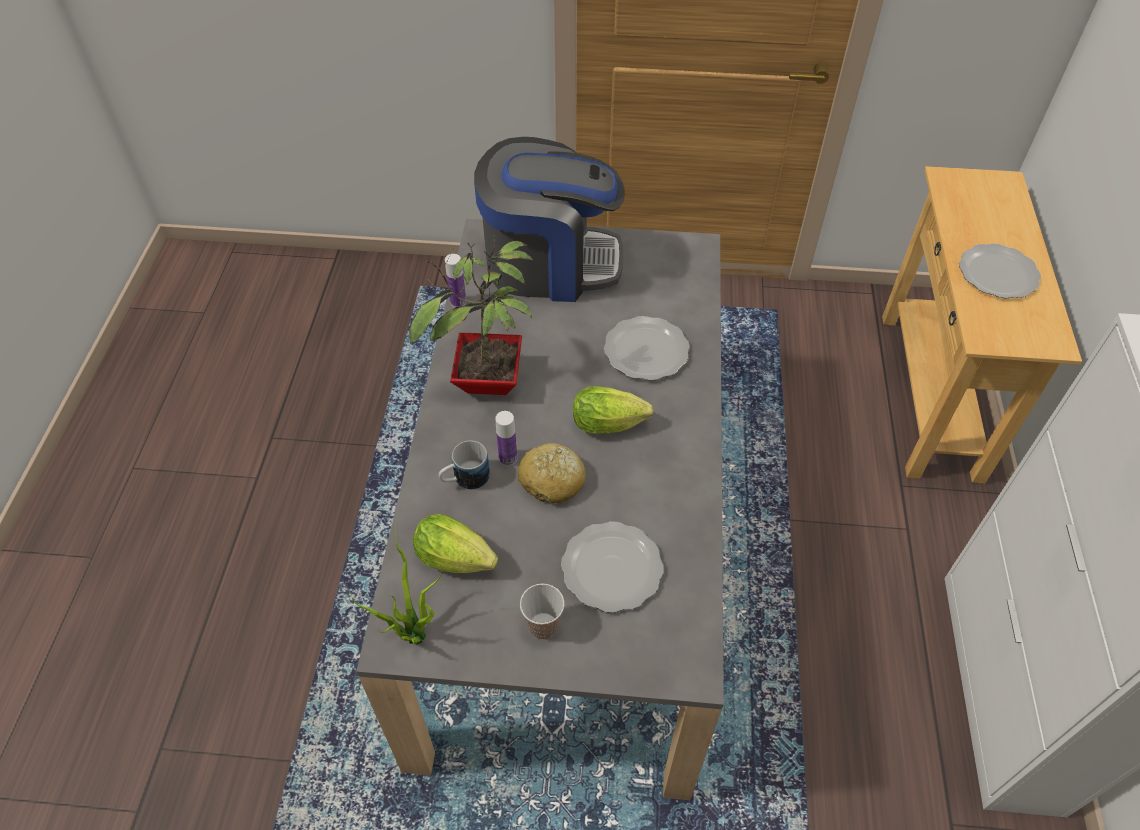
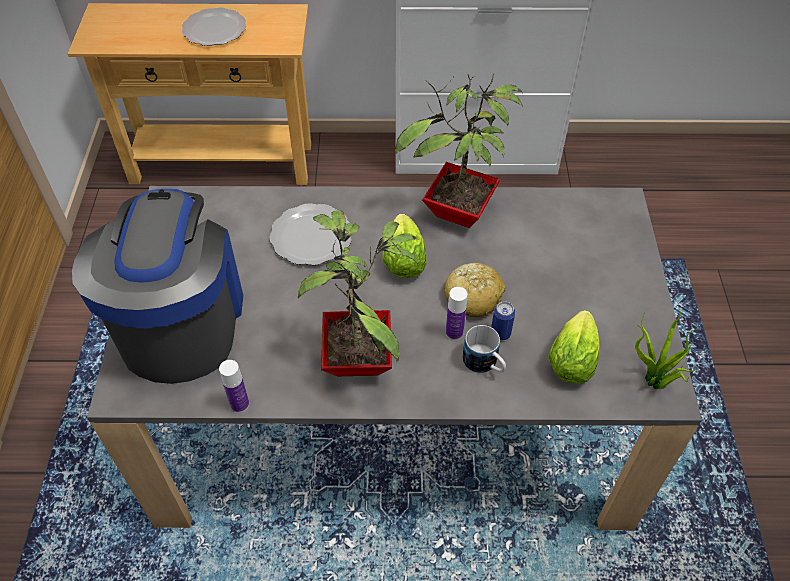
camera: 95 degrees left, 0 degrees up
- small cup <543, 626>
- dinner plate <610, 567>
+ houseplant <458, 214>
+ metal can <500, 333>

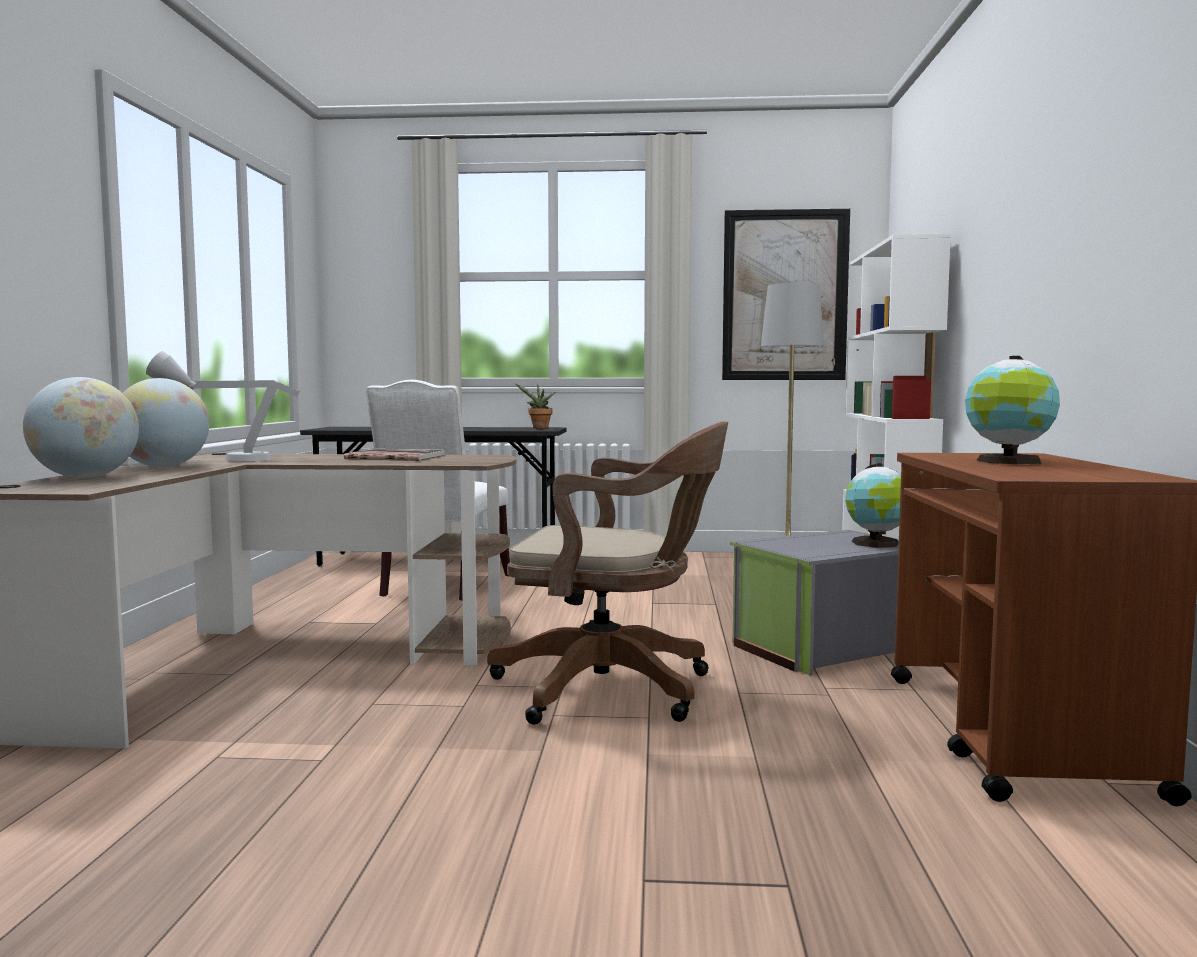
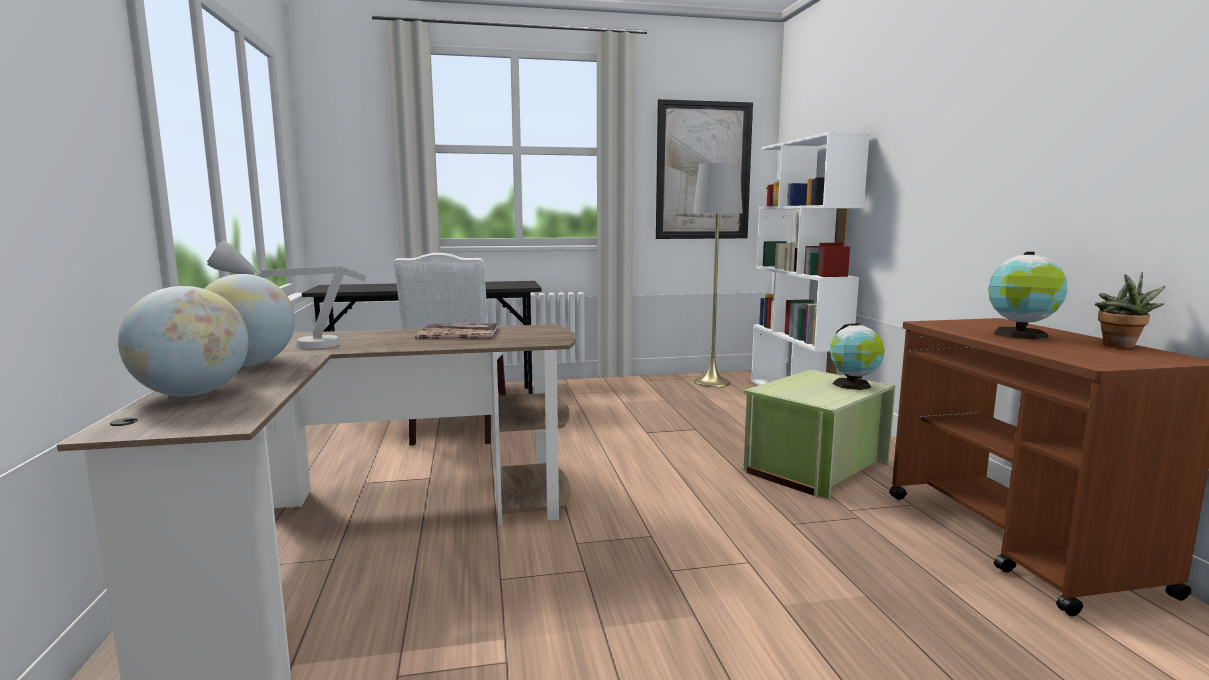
camera: 15 degrees left, 5 degrees up
- office chair (brownish) <614, 689>
~ houseplant <539, 428> to <1121, 346>
~ storage box (grey) <826, 647> to storage box (greenish) <814, 467>

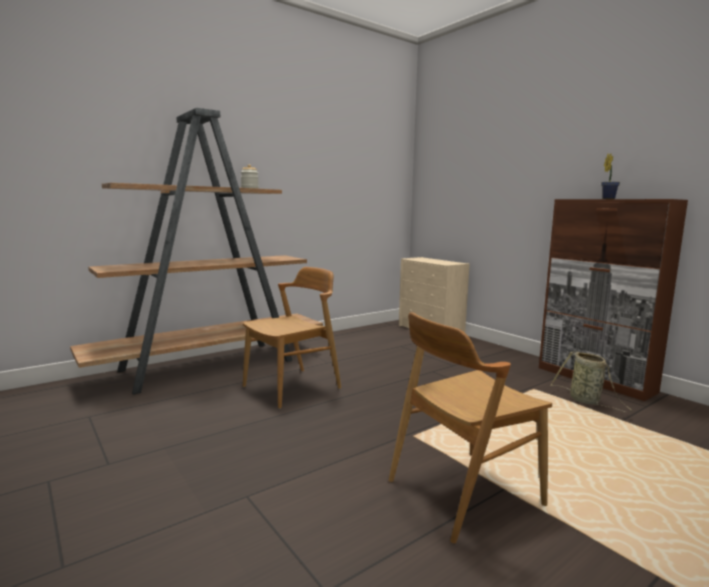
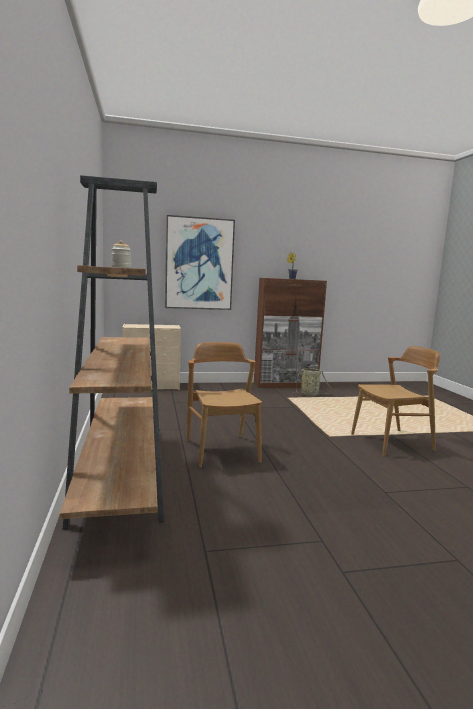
camera: 65 degrees left, 0 degrees up
~ plain chair (brownish) <463, 492> = <392, 442> 105 degrees counterclockwise
+ wall art <199, 264>

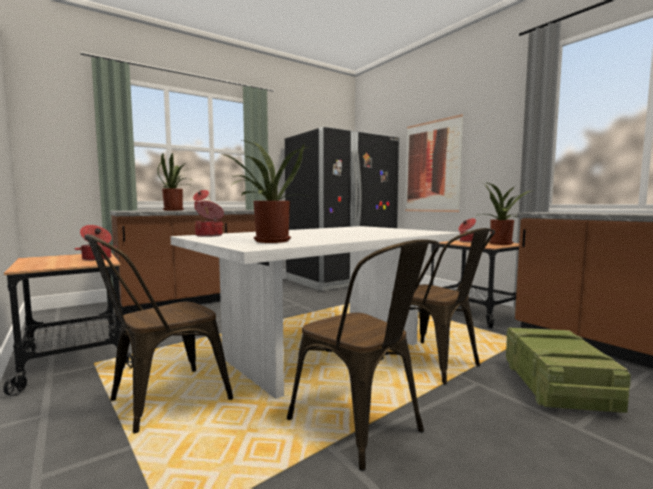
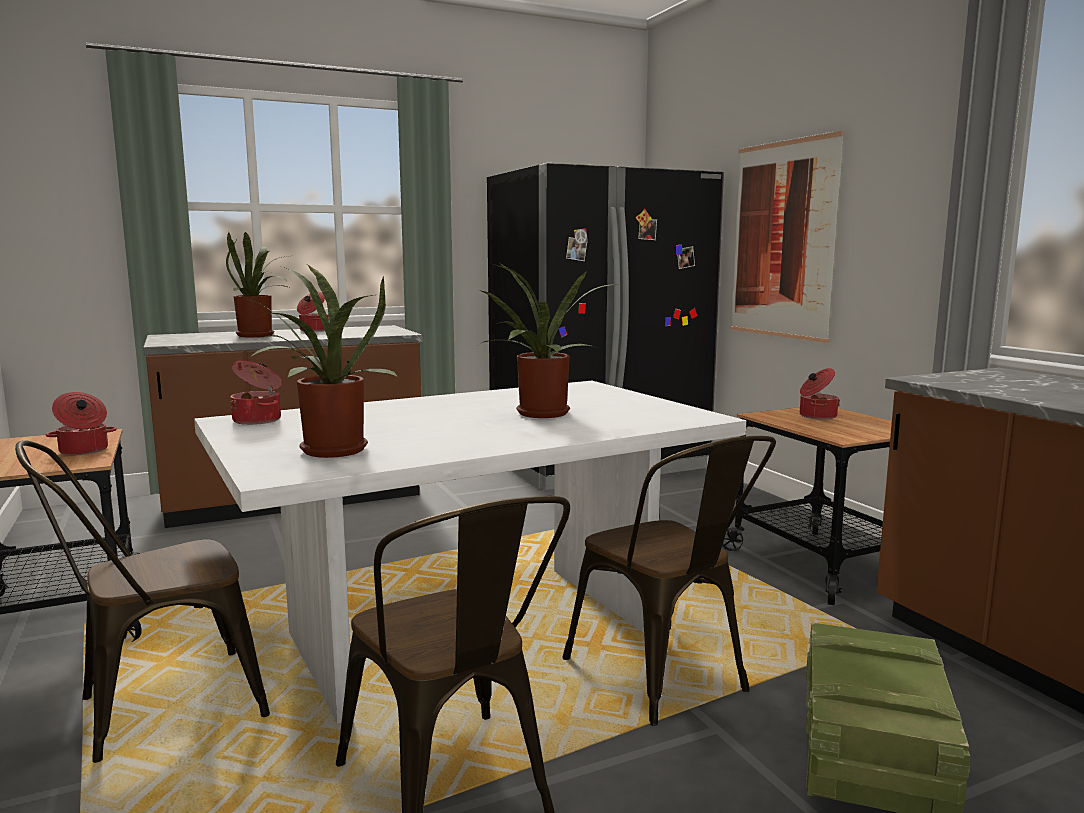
camera: 10 degrees right, 5 degrees up
~ houseplant <502, 244> to <541, 415>

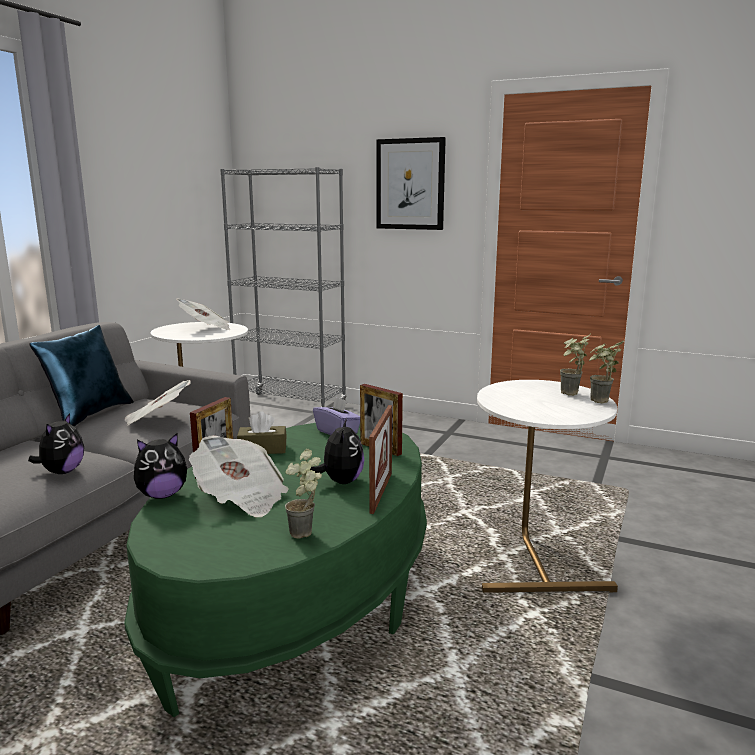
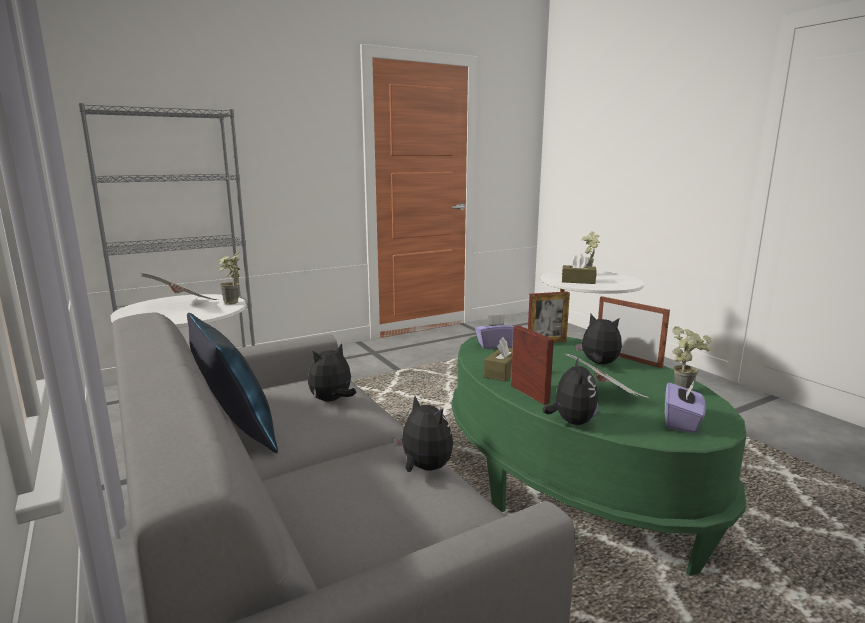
camera: 55 degrees left, 0 degrees up
~ daily paper <157, 420> to soft toy <332, 400>
- wall art <410, 184>
~ houseplant <599, 402> to <232, 303>
+ tissue holder (brownish) <578, 281>
+ tissue holder (purplish) <682, 422>

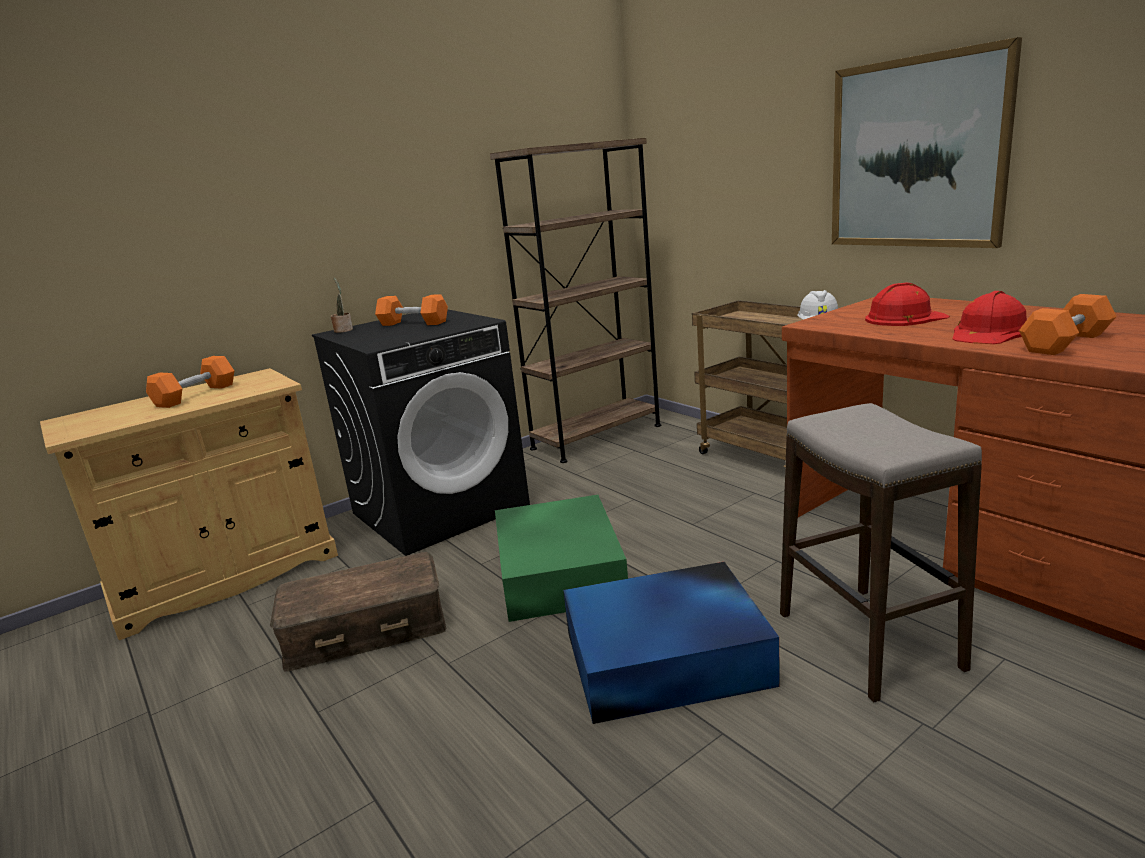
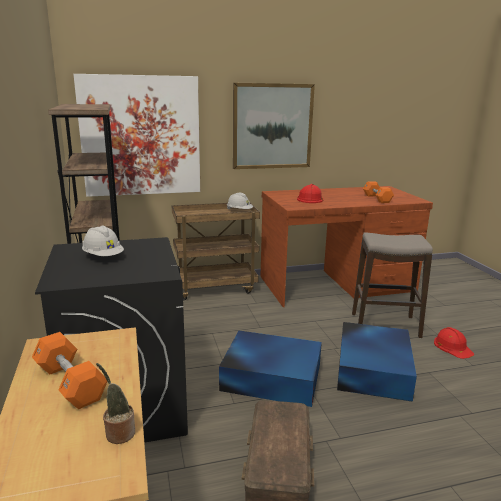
camera: 70 degrees left, 0 degrees up
~ houseplant <343, 330> to <118, 433>
~ dumbbell (orange-coloured) <413, 323> to safety helmet (white) <103, 257>
~ storage box (greenish) <560, 570> to storage box (blue-coloured) <270, 376>
~ safety helmet (reddish) <989, 332> to <453, 346>
+ wall art <141, 136>

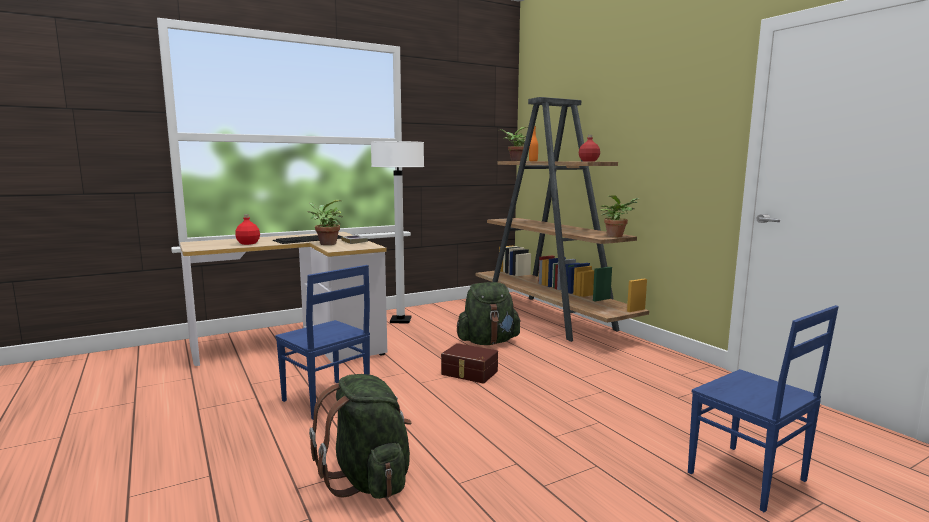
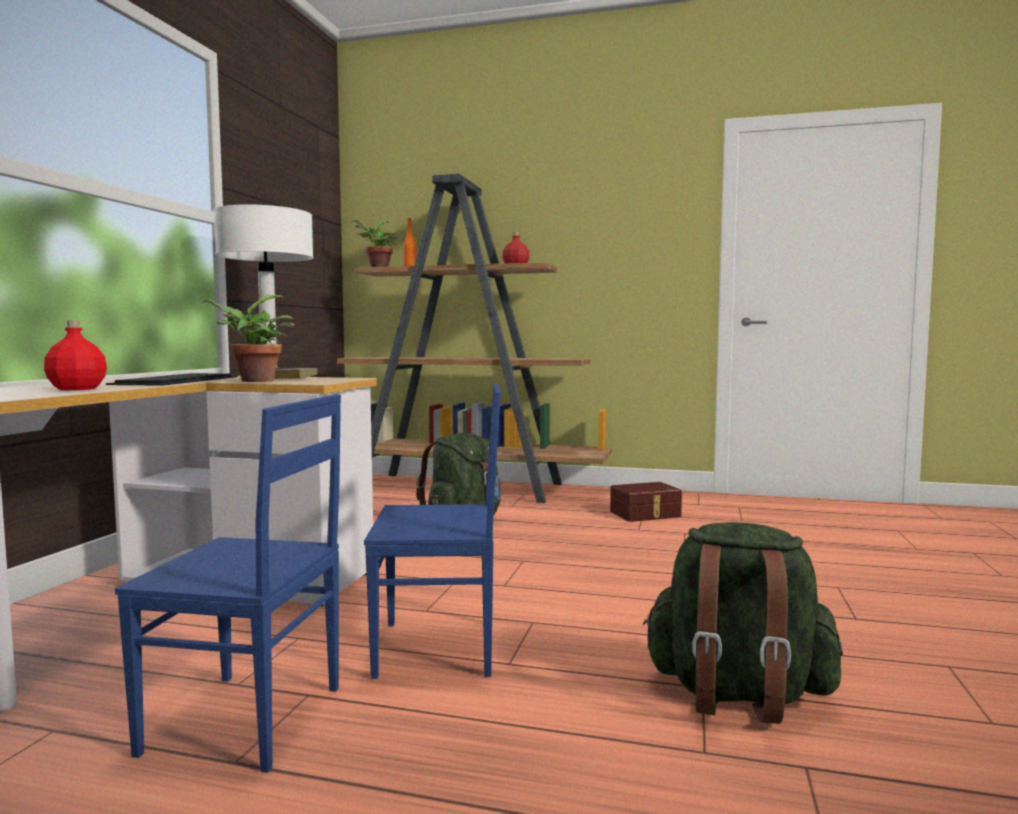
camera: 45 degrees left, 5 degrees down
~ storage box (brownish) <469, 373> to <646, 514>
- houseplant <616, 236>
~ plain chair (blue-coloured) <747, 478> to <246, 721>

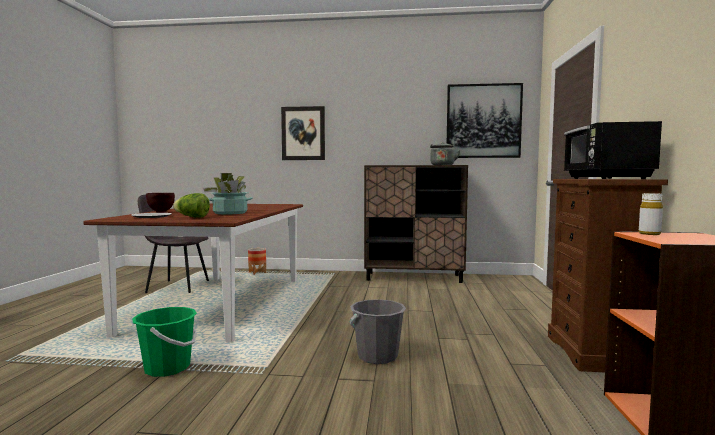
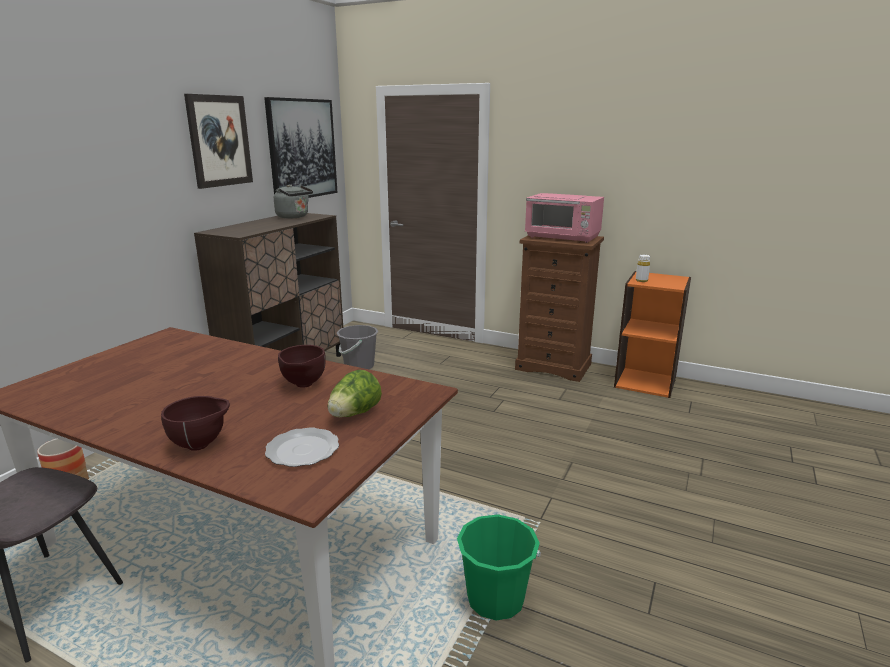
camera: 70 degrees left, 15 degrees up
~ houseplant <230, 213> to serving bowl (brownish) <303, 385>
~ wall art <303, 133> to <219, 141>
~ bucket (grey) <377, 356> to <359, 366>
~ kitchen microwave (blackish) <605, 178> to kitchen microwave (pinkish) <563, 237>

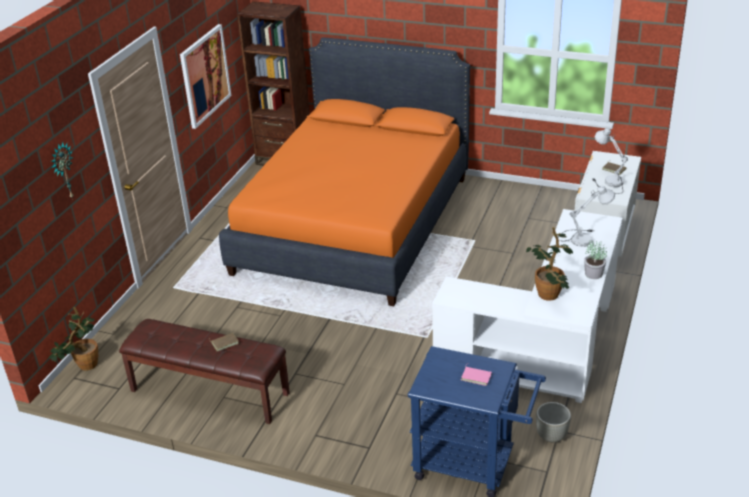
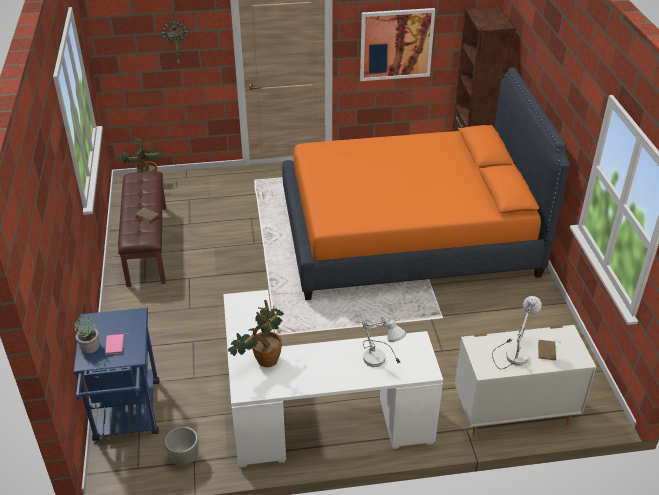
camera: 60 degrees right, 5 degrees up
~ houseplant <593, 274> to <89, 346>

